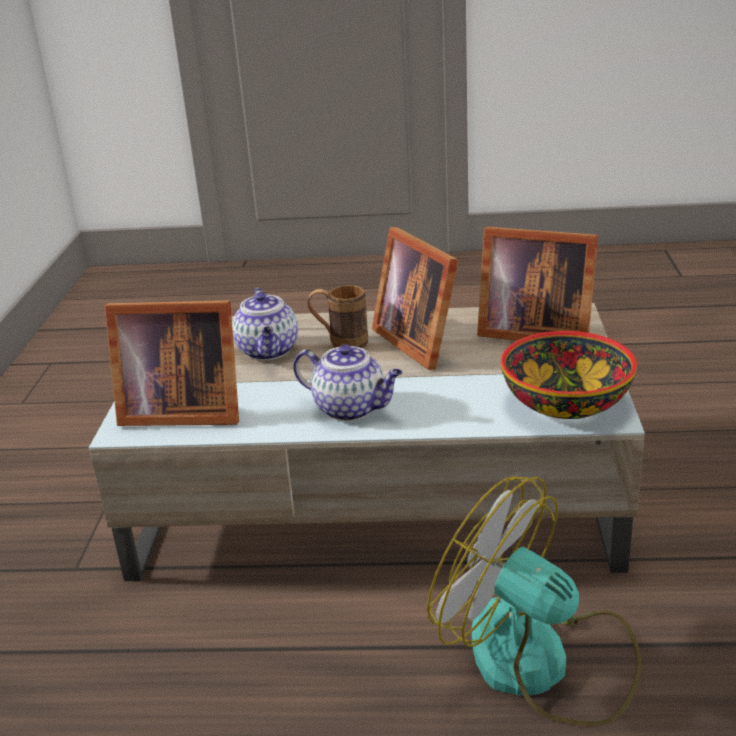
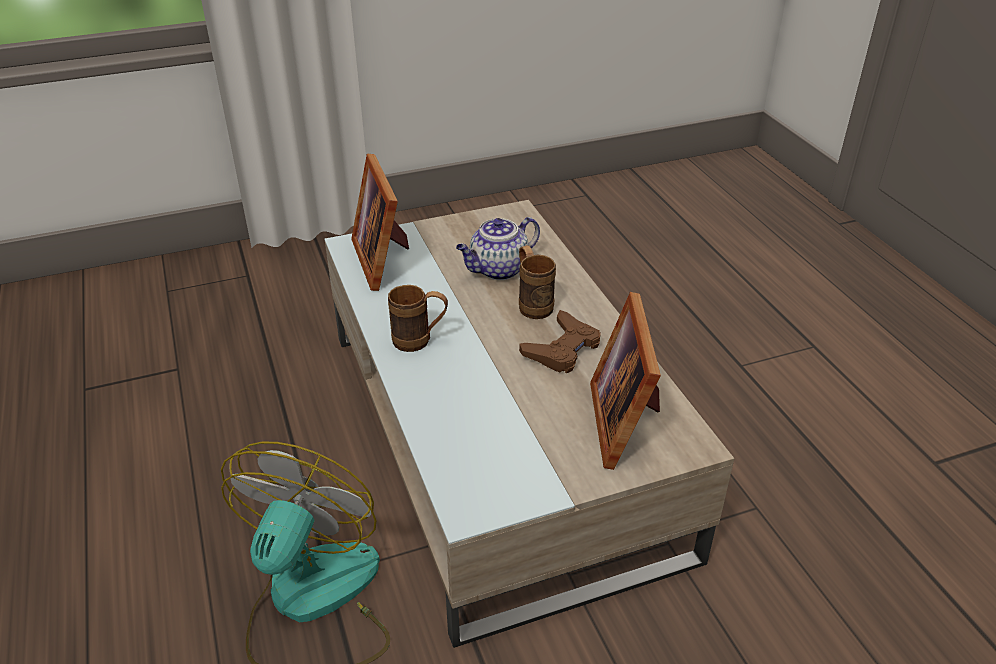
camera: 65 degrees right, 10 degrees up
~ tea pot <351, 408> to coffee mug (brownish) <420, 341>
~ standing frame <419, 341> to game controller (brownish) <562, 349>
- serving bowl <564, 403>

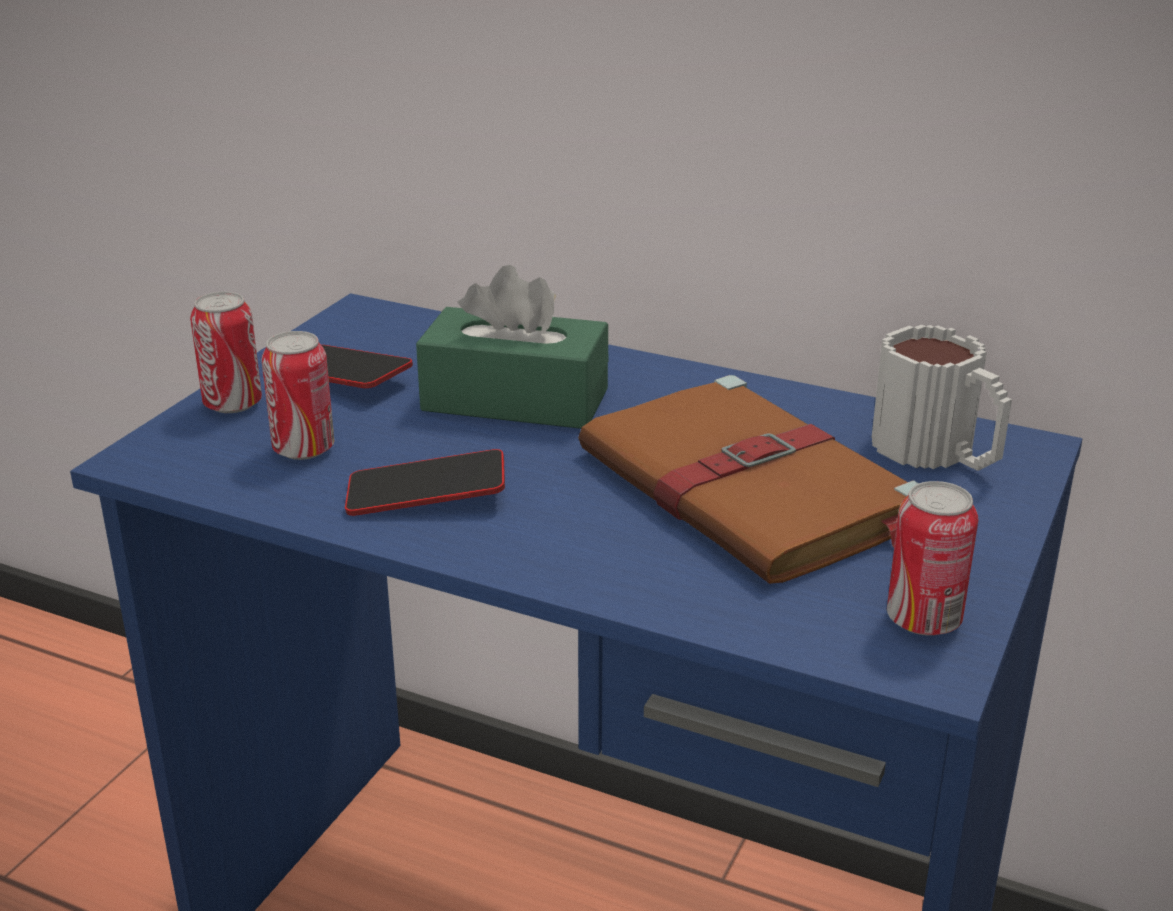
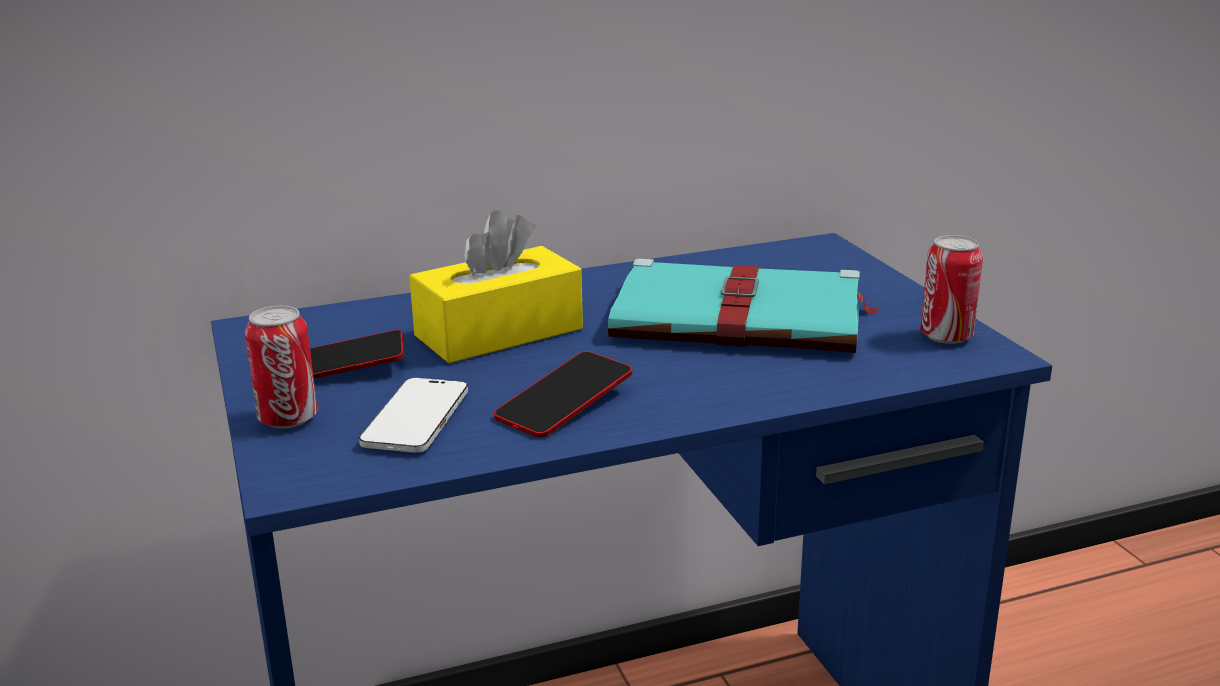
camera: 45 degrees left, 5 degrees down
~ metal can <304, 449> to telephone <416, 419>
~ tissue holder (greenish) <515, 400> to tissue holder (yellow) <499, 332>
~ bound book (brownish) <751, 490> to bound book (turquoise-coloured) <743, 318>
- coffee mug <939, 453>

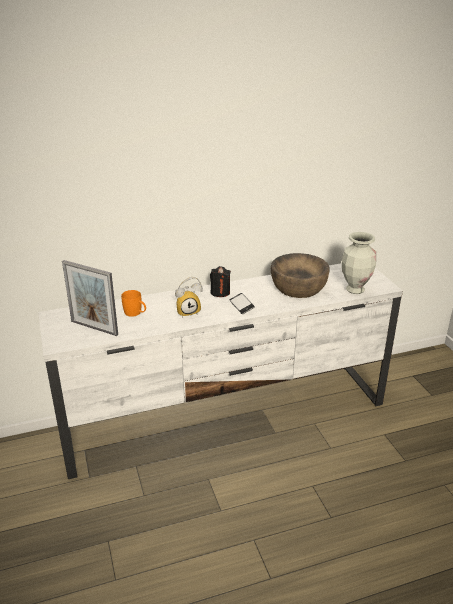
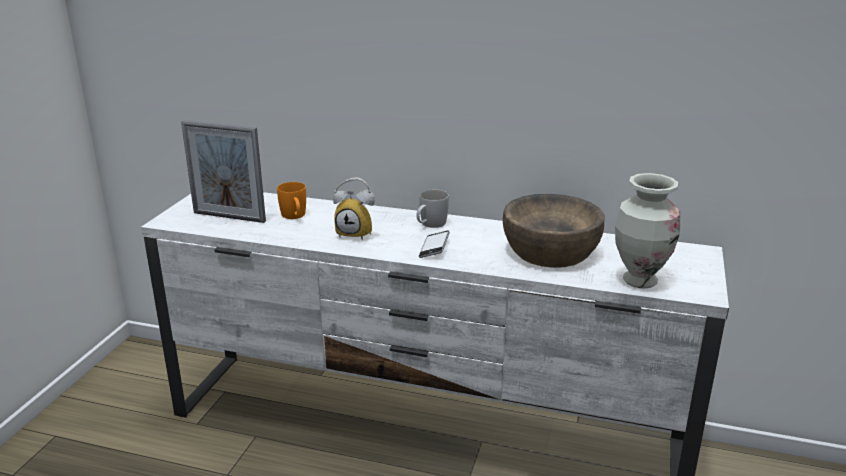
camera: 35 degrees right, 5 degrees down
~ standing frame <94, 328> = <229, 217> 45 degrees counterclockwise
~ candle (blackish) <220, 292> to coffee mug (white) <430, 225>

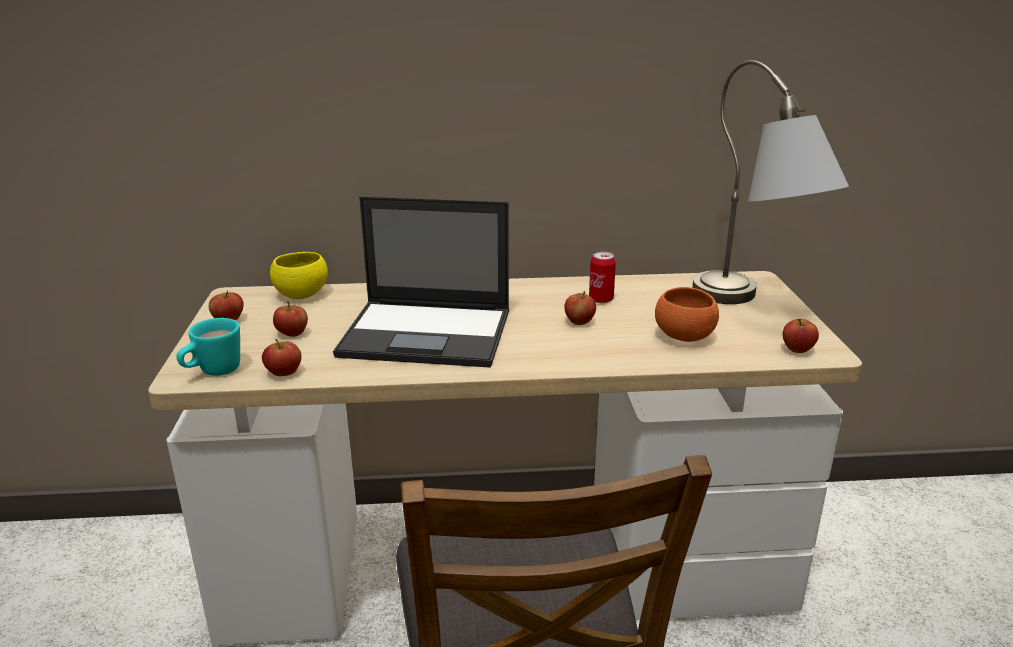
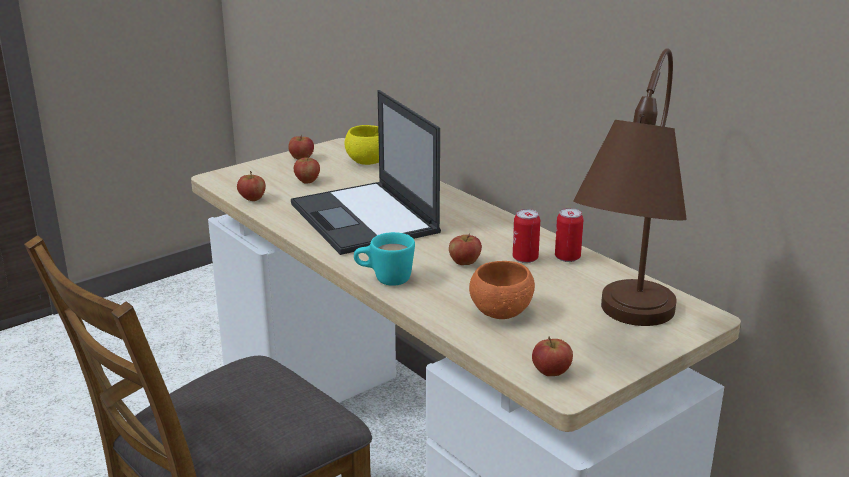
camera: 55 degrees right, 0 degrees up
~ coffee mug (turquoise-coloured) <213, 372> to <384, 279>
~ tabletop lamp (grey) <754, 307> to tabletop lamp (brownish) <623, 330>
+ metal can <567, 257>

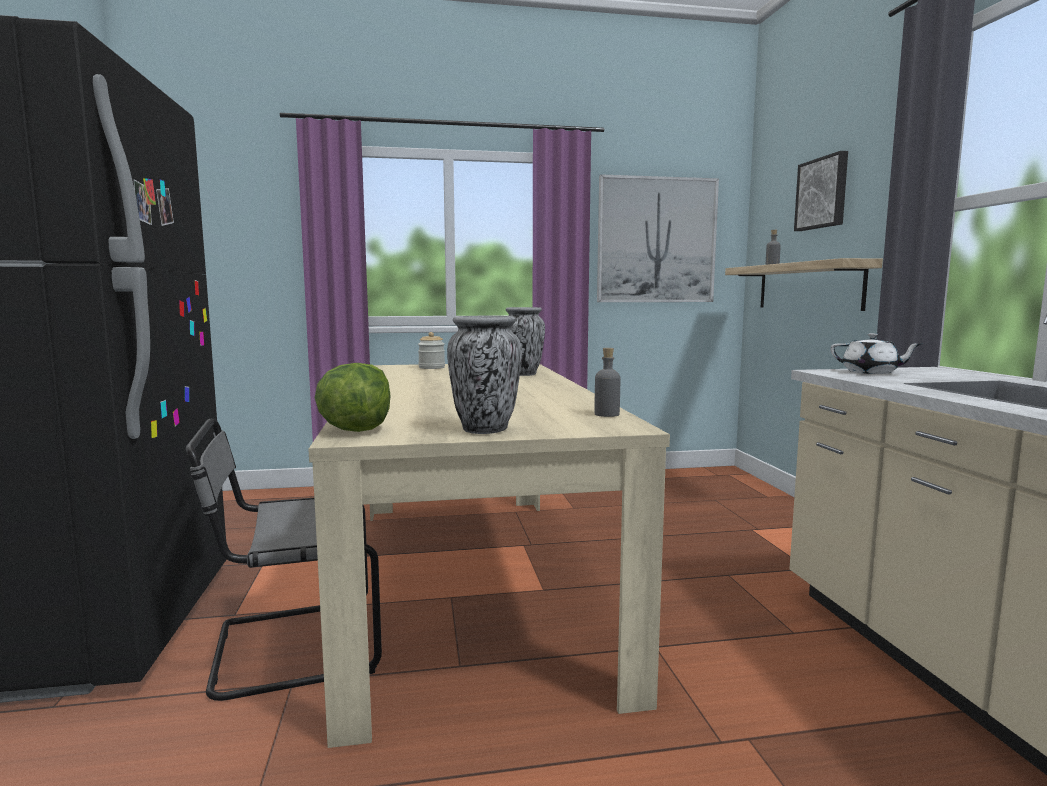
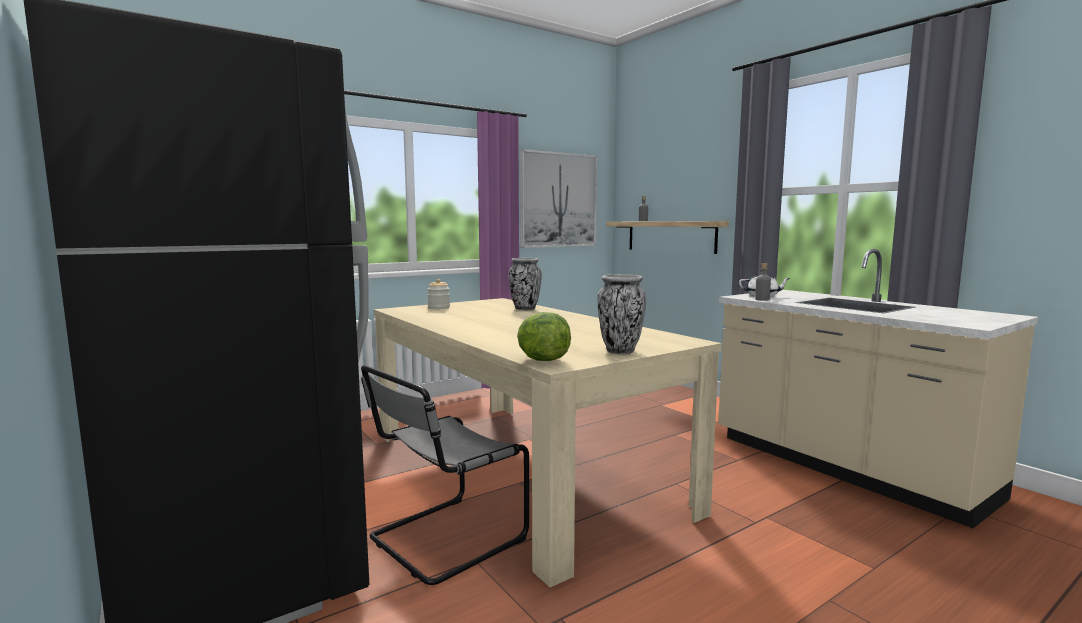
camera: 25 degrees left, 0 degrees up
~ bottle (grey) <606, 414> to <762, 299>
- wall art <823, 193>

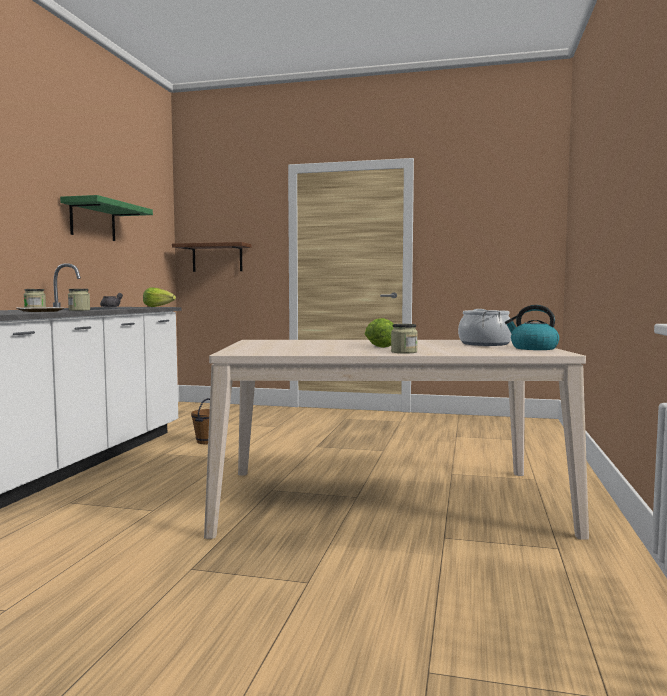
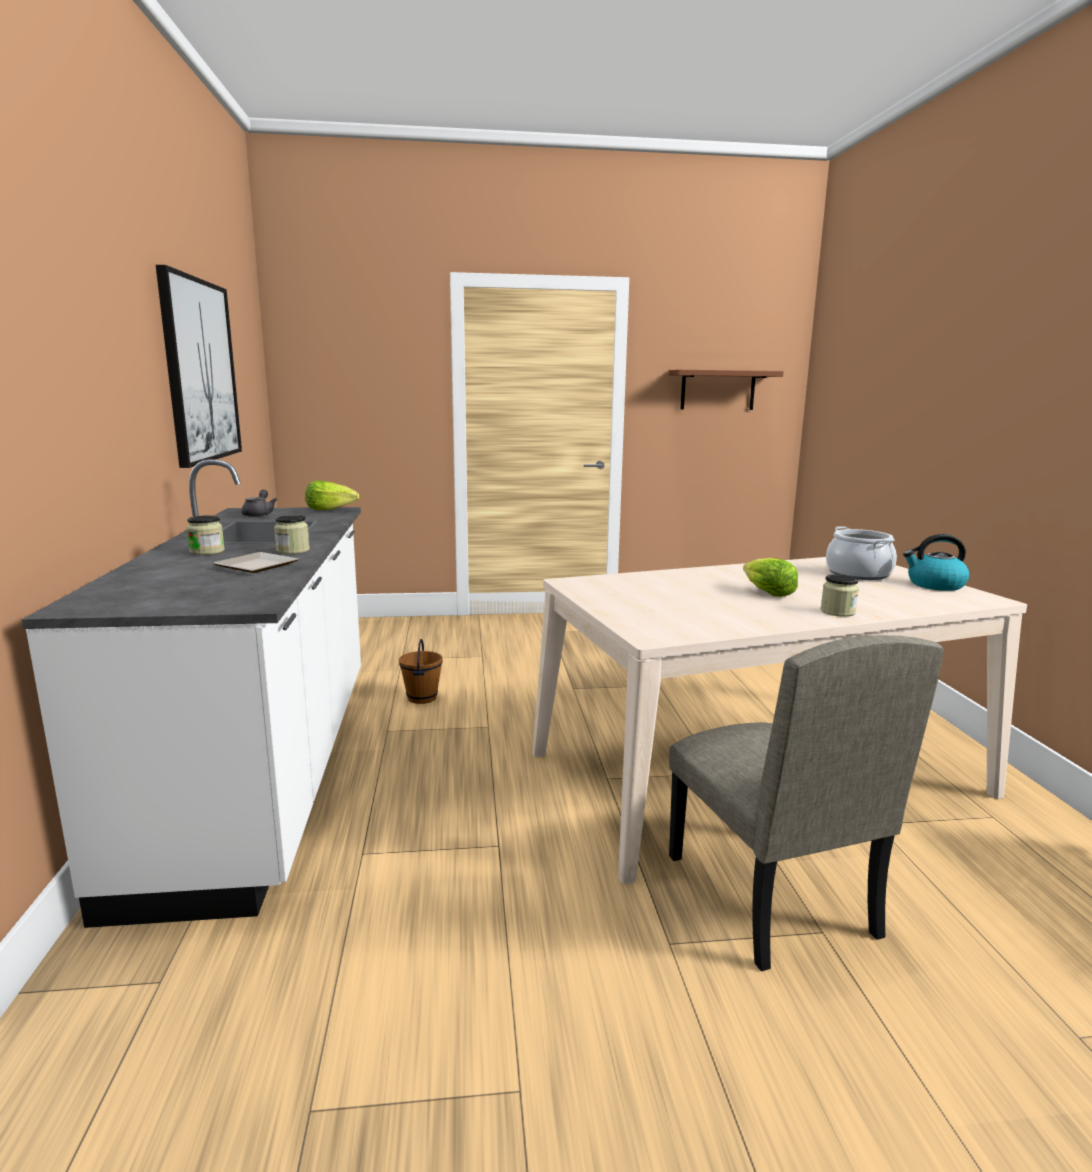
camera: 20 degrees left, 10 degrees up
~ wall shelf (greenish) <93, 221> to wall art <200, 371>
~ wall shelf (brownish) <217, 258> to <717, 390>
+ plain chair (beige-coloured) <767, 894>

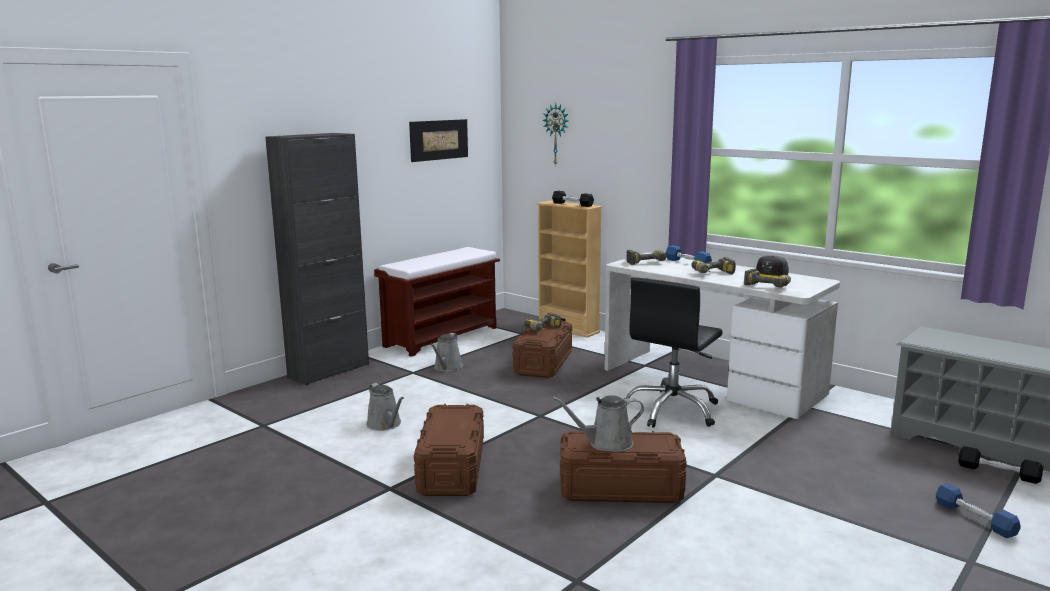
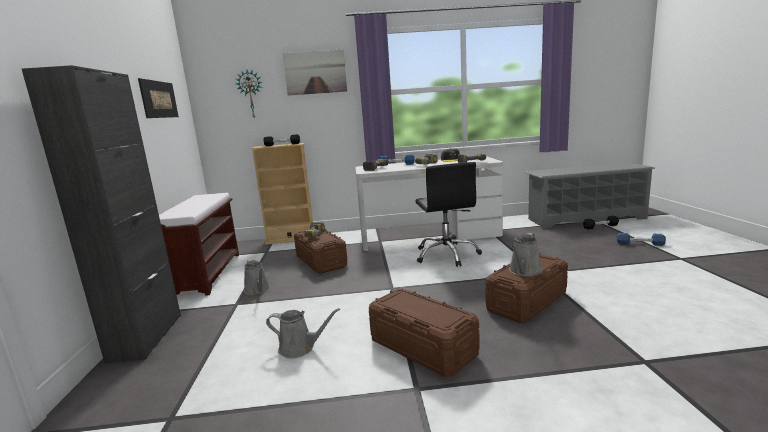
camera: 45 degrees left, 0 degrees up
+ wall art <315, 72>

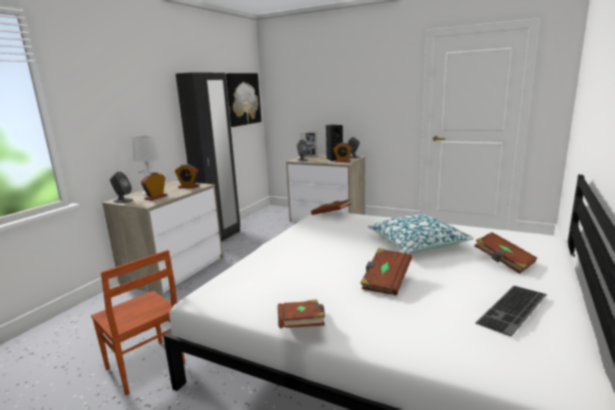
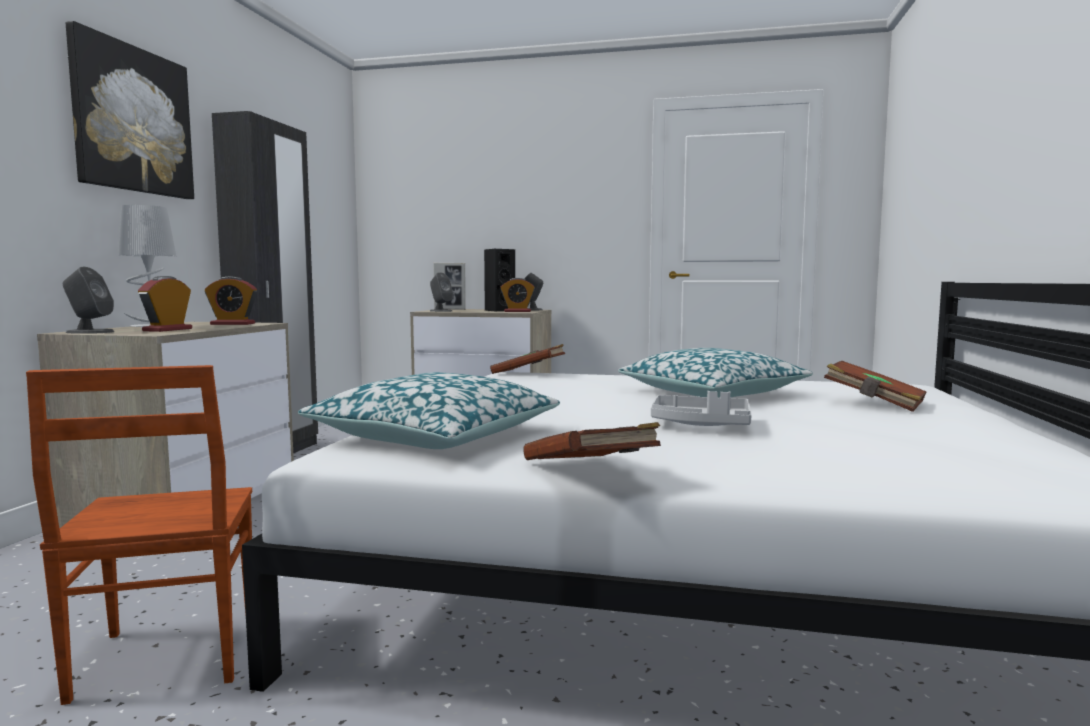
camera: 15 degrees left, 10 degrees down
~ plain chair (brownish) <145, 367> = <164, 659> 45 degrees clockwise
~ wall art <243, 99> to <132, 120>
~ bound book (brownish) <385, 281> to carrying tray (grey) <701, 424>
- PC keyboard <514, 310>
+ throw pillow <436, 436>

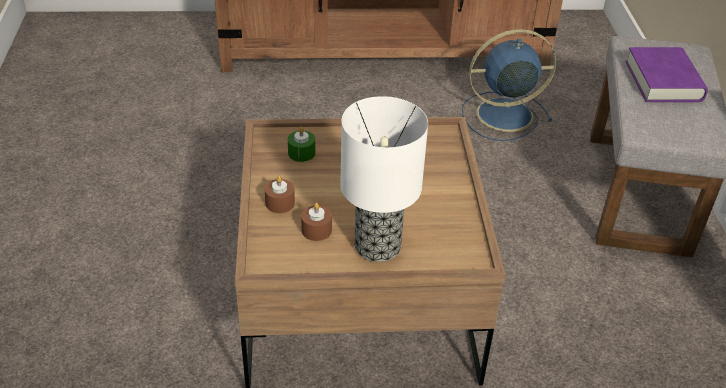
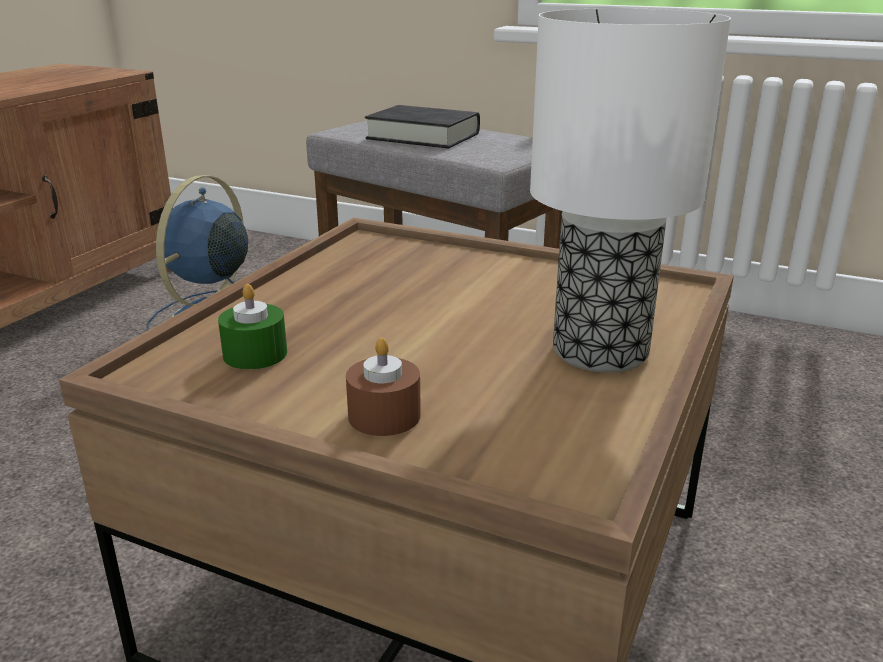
camera: 60 degrees left, 15 degrees down
- candle (brownish) <316, 230>
~ bound book (purplish) <663, 81> to bound book (blackish) <423, 136>

